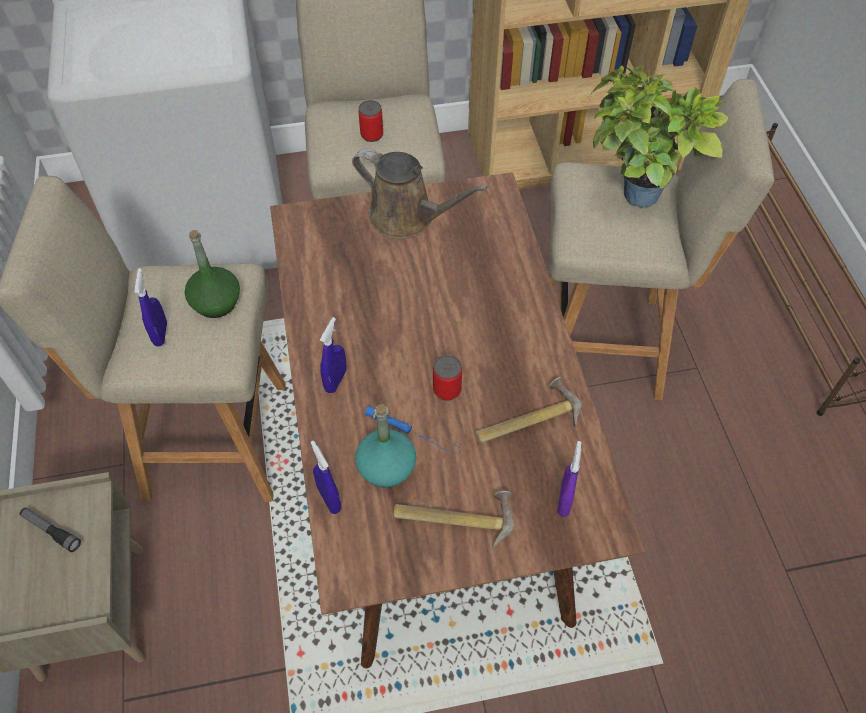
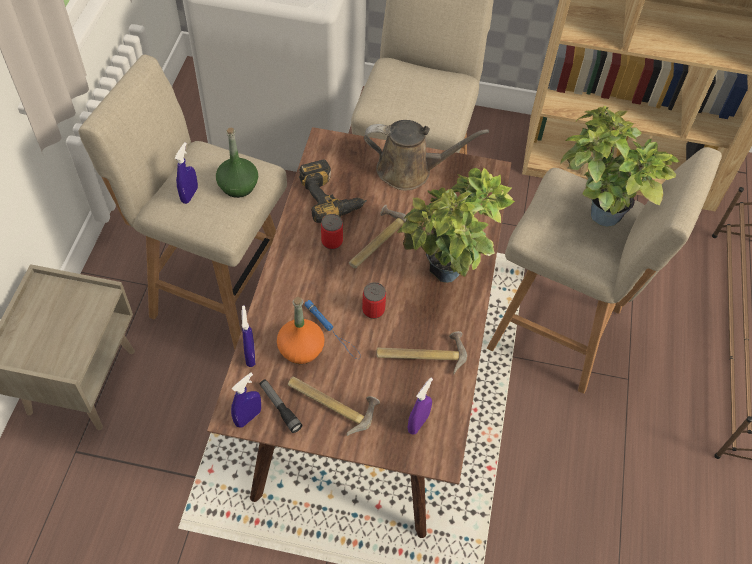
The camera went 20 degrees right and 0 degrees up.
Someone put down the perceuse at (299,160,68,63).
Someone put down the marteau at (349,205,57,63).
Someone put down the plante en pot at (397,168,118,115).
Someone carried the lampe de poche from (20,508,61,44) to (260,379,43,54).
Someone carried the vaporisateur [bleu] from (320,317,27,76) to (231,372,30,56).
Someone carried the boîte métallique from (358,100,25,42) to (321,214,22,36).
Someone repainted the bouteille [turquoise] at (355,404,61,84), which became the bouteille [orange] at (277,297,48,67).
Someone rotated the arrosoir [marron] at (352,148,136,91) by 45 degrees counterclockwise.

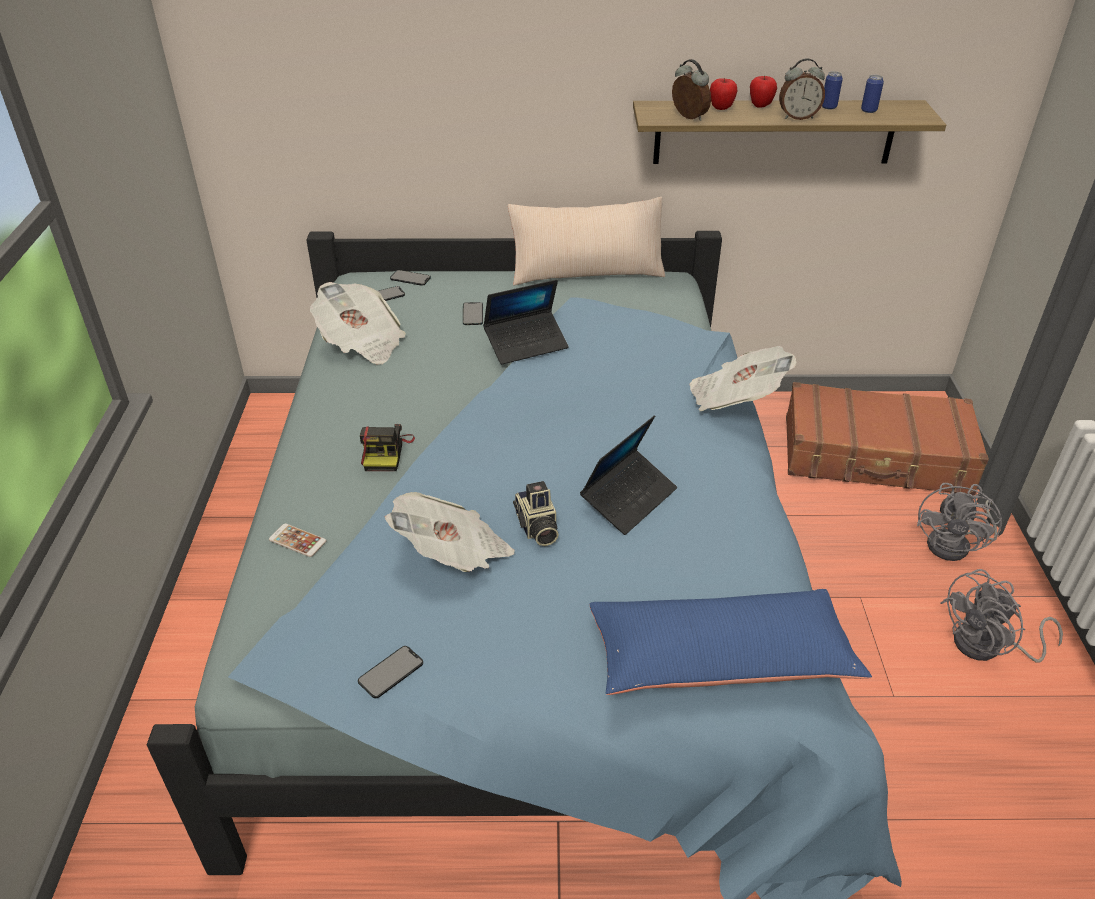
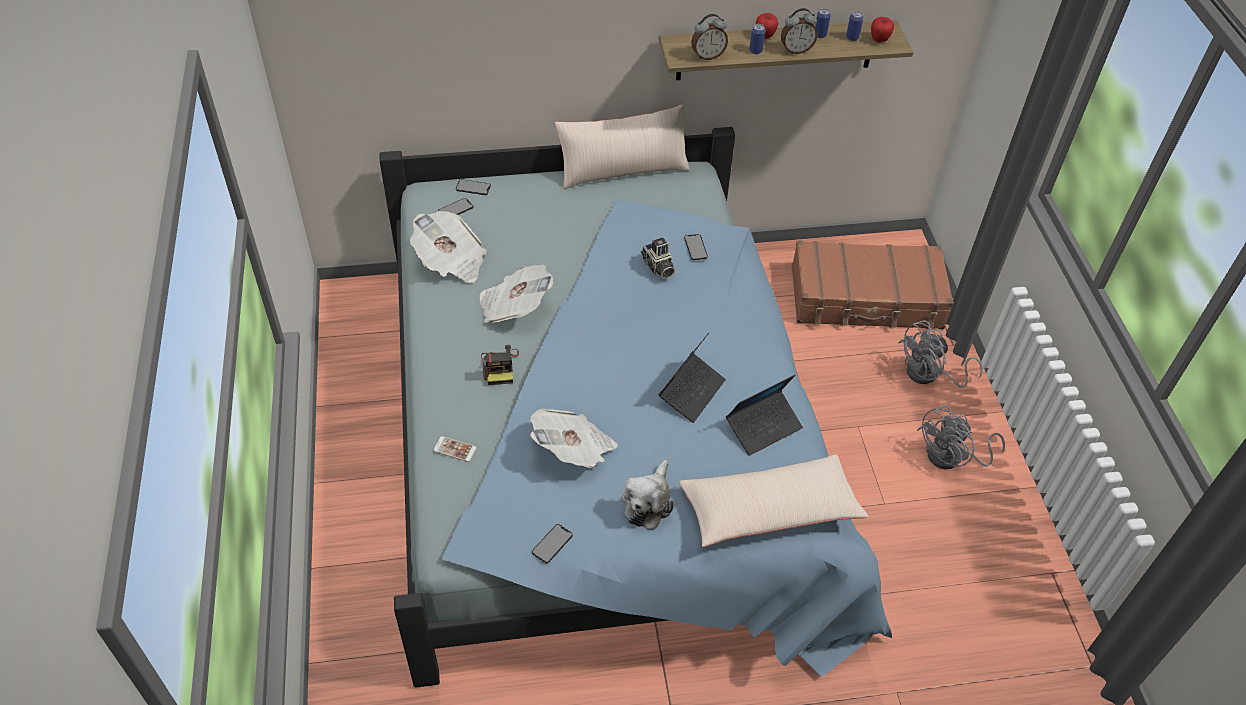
The camera went 10 degrees left and 10 degrees up.
Someone put down the peluche at (622,460,52,70).
Someone put down the boîte métallique at (749,24,17,30).
Someone carried the téléphone from (463,302,20,23) to (684,234,24,26).
Someone carried the ordinateur portable from (483,279,86,86) to (726,375,77,81).
Someone carried the appareil photo from (513,481,46,65) to (641,237,34,42).
Someone carried the journal from (689,346,107,65) to (479,265,74,58).
Someone carried the pomme from (710,78,28,32) to (871,17,23,25).
Someone repainted the coussin [bleu] at (589,589,283,106), which became the coussin [beige] at (679,455,190,92).
Someone rotated the réveil at (672,59,39,62) by 120 degrees clockwise.
Someone rotated the ventilateur [gris] at (917,483,85,78) by 45 degrees clockwise.

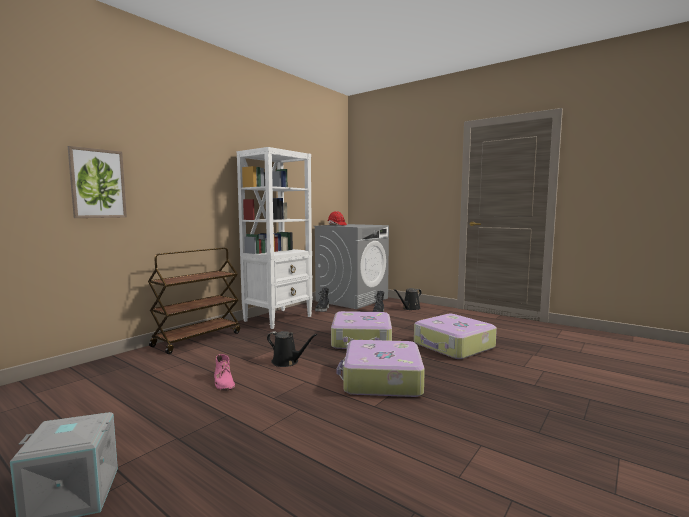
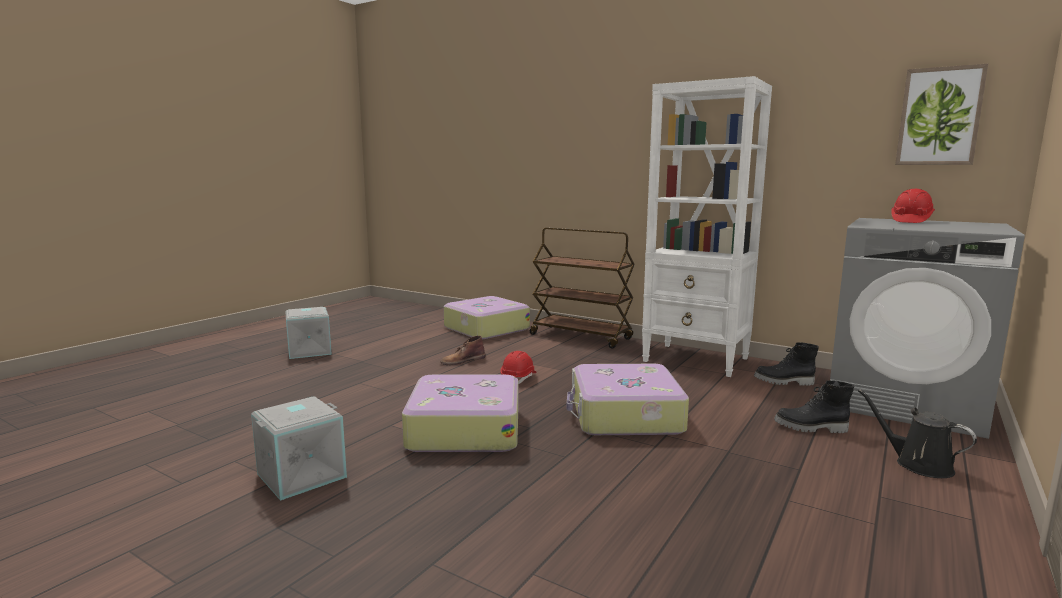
The camera went 85 degrees right and 5 degrees up.
Someone put down the boîte de rangement [gris] at (251,396,96,105).
Someone carried the tableau from (68,146,59,72) to (895,64,93,101).
Someone carried the valise from (414,314,83,45) to (444,296,86,44).
Someone swapped the arrosoir [noir] at (267,331,50,36) for the casque de chantier [rouge] at (500,351,37,33).
Someone repainted the botte [rose] at (214,354,21,37), which became the botte [marron] at (440,336,46,29).

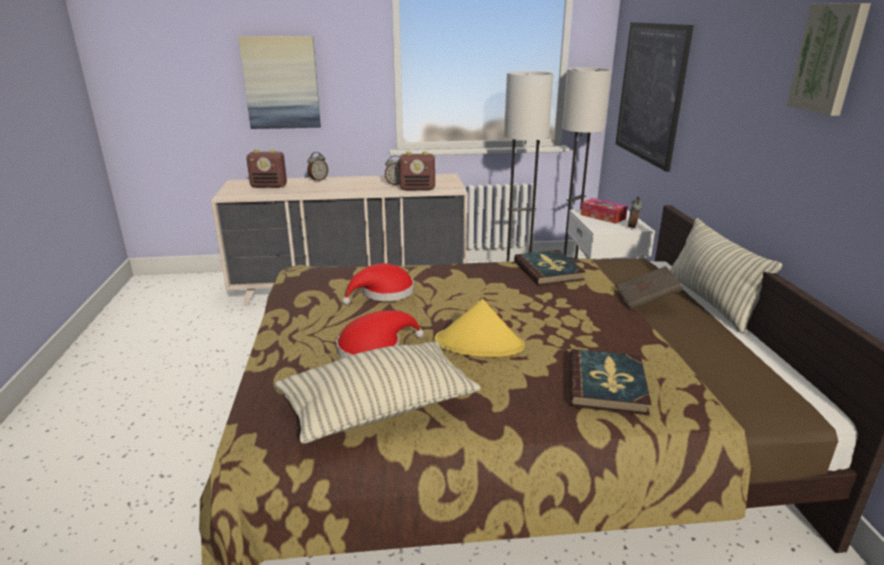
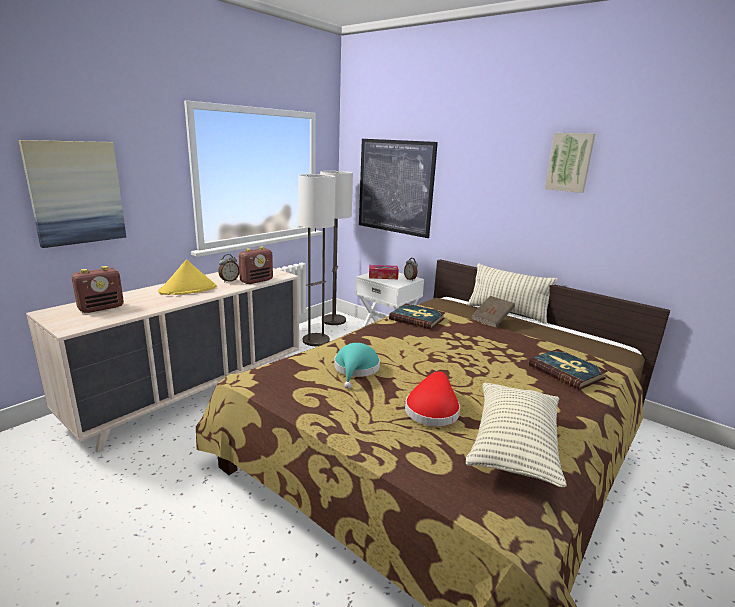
The camera went 45 degrees left and 5 degrees down.
Someone took away the réveil at (307,152,21,30).
Someone carried the chapeau [jaune] from (434,299,91,58) to (158,259,59,36).
Someone repainted the chapeau [rouge] at (342,263,72,42), which became the chapeau [turquoise] at (334,343,46,46).

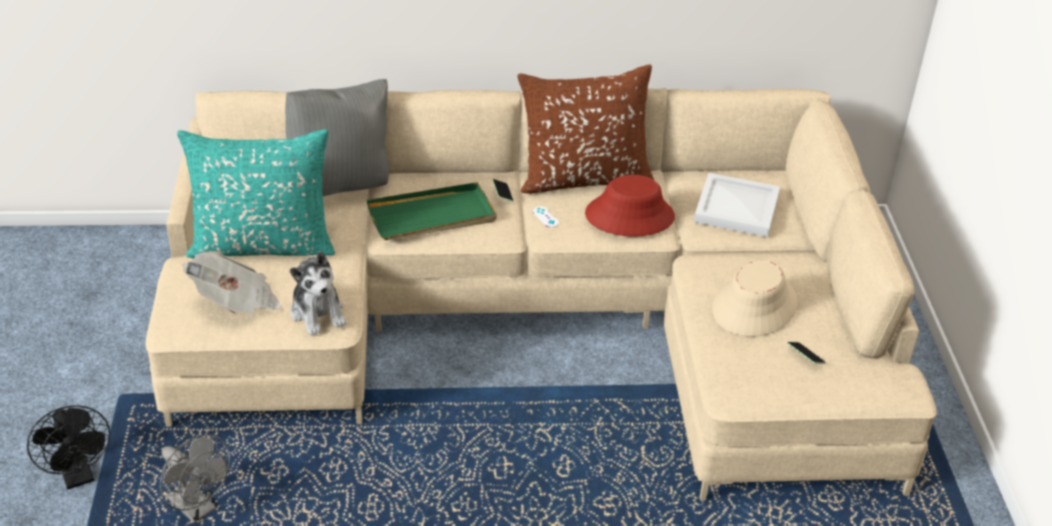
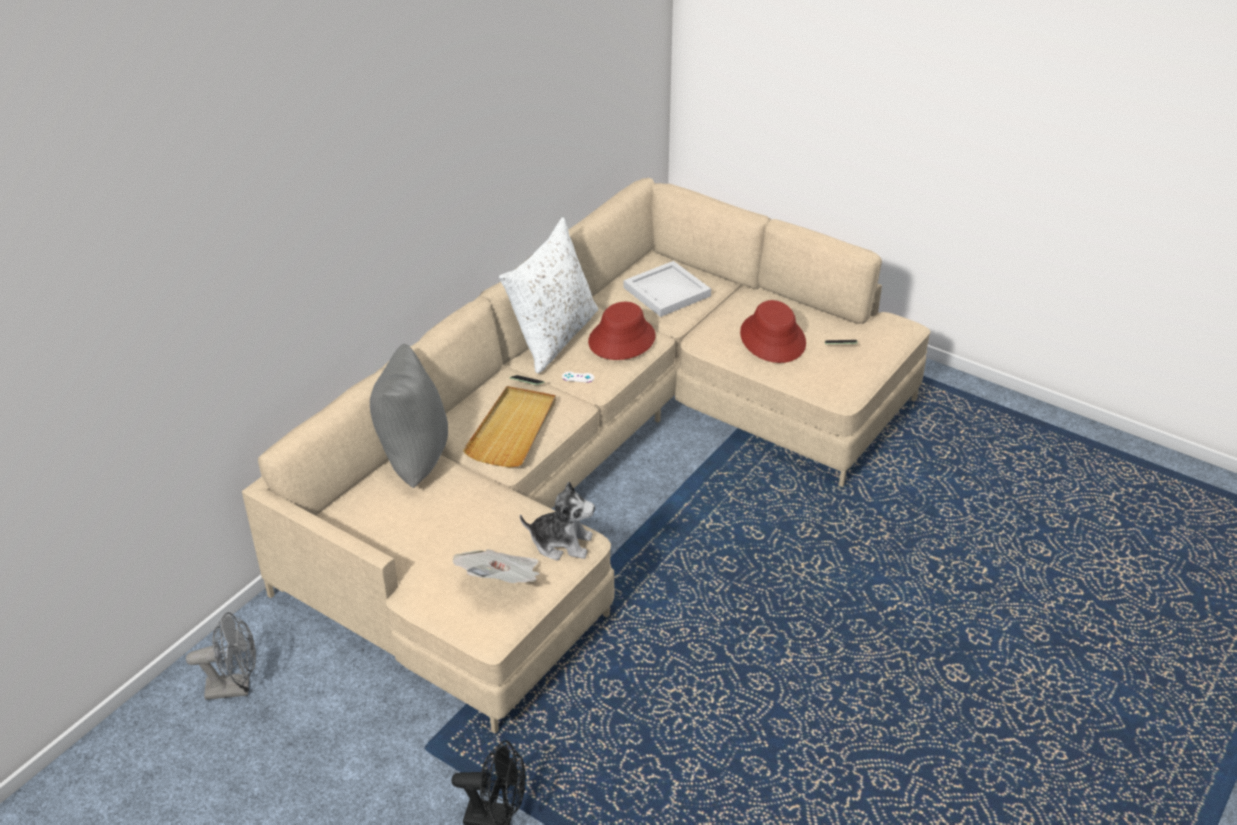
The camera went 50 degrees left and 0 degrees up.
Someone took away the coussin [turquoise] at (177,129,158,130).
Someone carried the ventilateur [gris] from (160,434,70,89) to (186,612,70,88).
Someone repainted the plateau [vert] at (367,182,130,59), which became the plateau [beige] at (463,386,93,82).
Someone repainted the coussin [marron] at (517,64,137,130), which became the coussin [blanc] at (499,217,99,156).
Someone repainted the chapeau [beige] at (712,260,86,77), which became the chapeau [rouge] at (740,300,66,63).

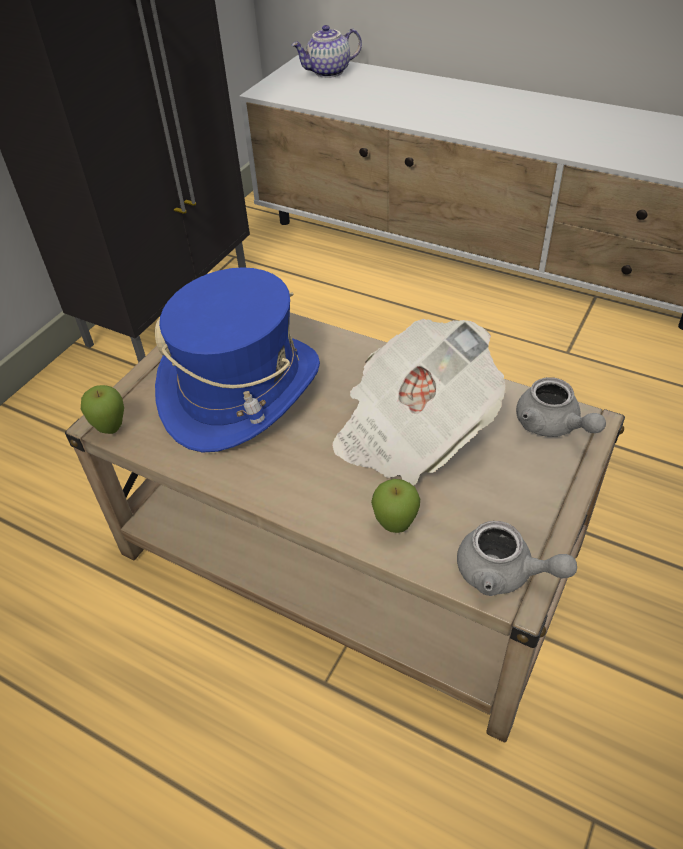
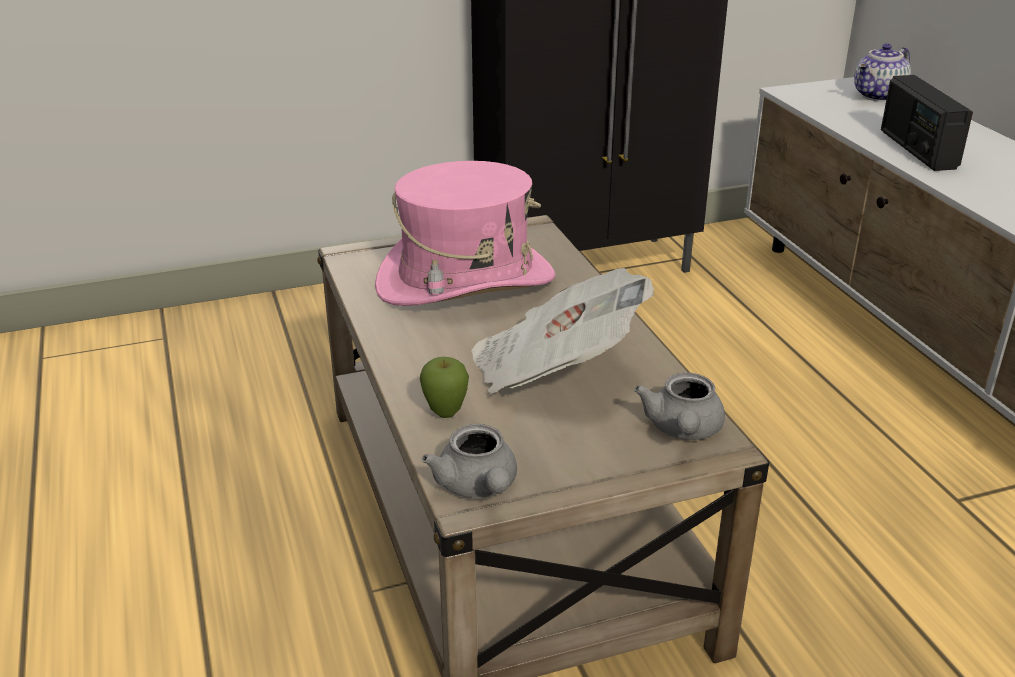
The camera went 40 degrees right and 15 degrees down.
Someone took away the pomme at (81,385,43,49).
Someone put down the radio at (881,75,92,96).
Someone repainted the chapeau [bleu] at (155,267,165,186), which became the chapeau [rose] at (375,161,180,145).
Someone rotated the théière at (291,25,71,53) by 60 degrees counterclockwise.

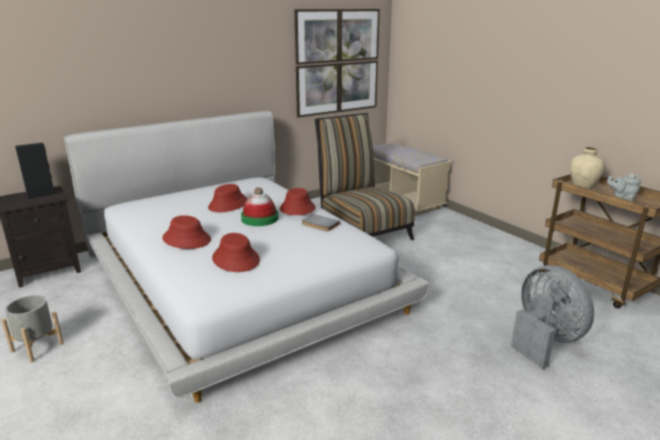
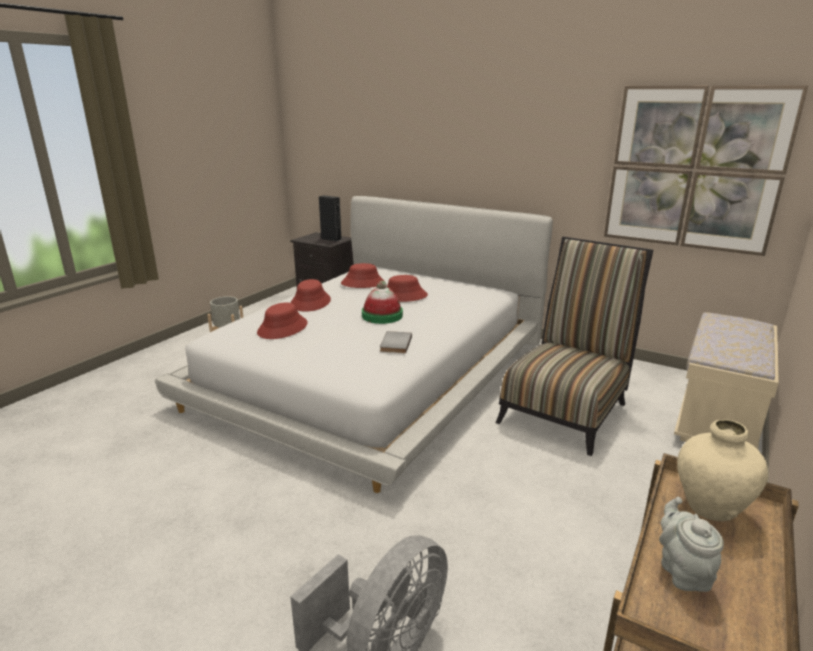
The camera went 65 degrees right and 0 degrees up.
Someone carried the chapeau [rouge] from (280,188,36,27) to (341,263,44,25).

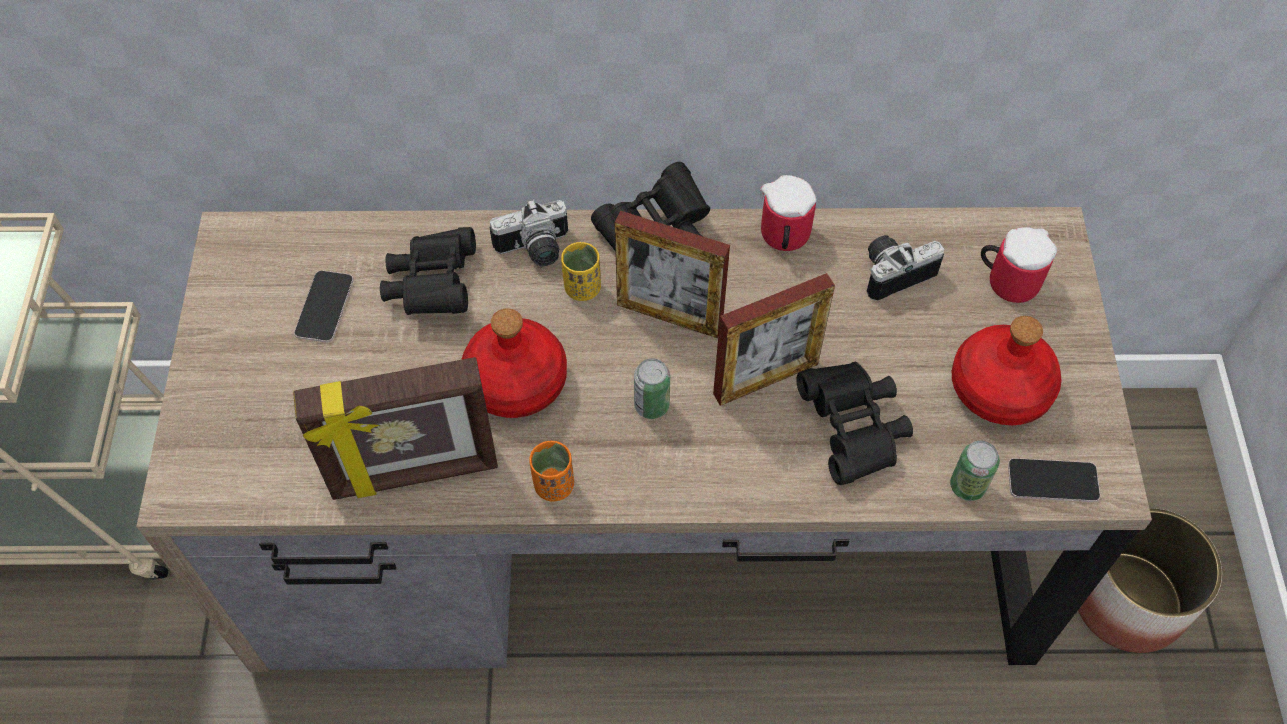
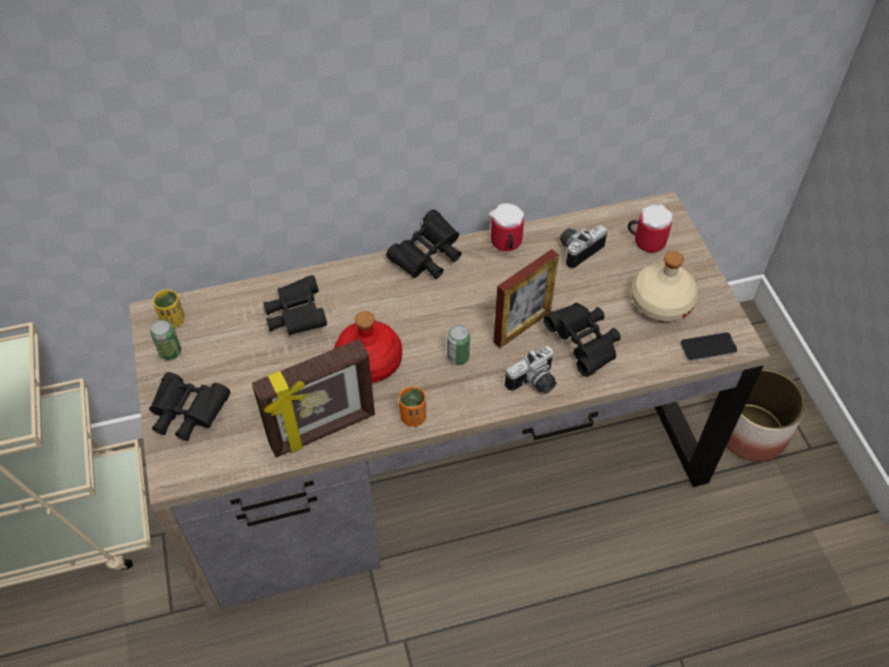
The camera went 15 degrees left and 5 degrees down.
Someone took away the téléphone at (294,270,60,73).
Someone took away the cadre photo at (615,211,115,127).
Someone put down the jumelles [noir] at (149,372,81,69).
Someone carried the appareil photo from (489,199,79,67) to (505,346,51,48).
Someone carried the tasse [jaune] from (561,242,40,59) to (153,290,32,38).
Someone carried the boîte métallique from (950,441,50,60) to (150,320,31,40).
Someone repainted the bouteille [rouge] at (952,316,109,109), which became the bouteille [beige] at (631,251,67,71).

